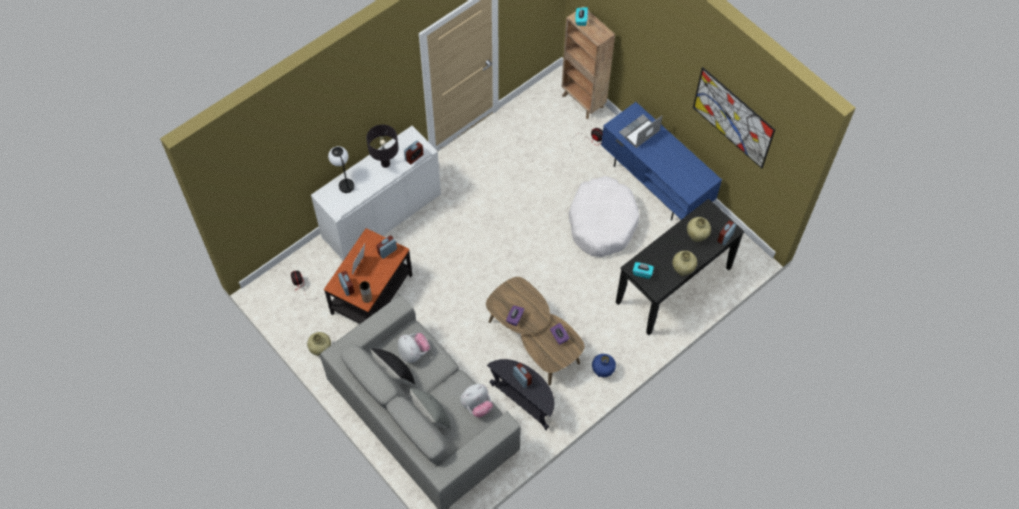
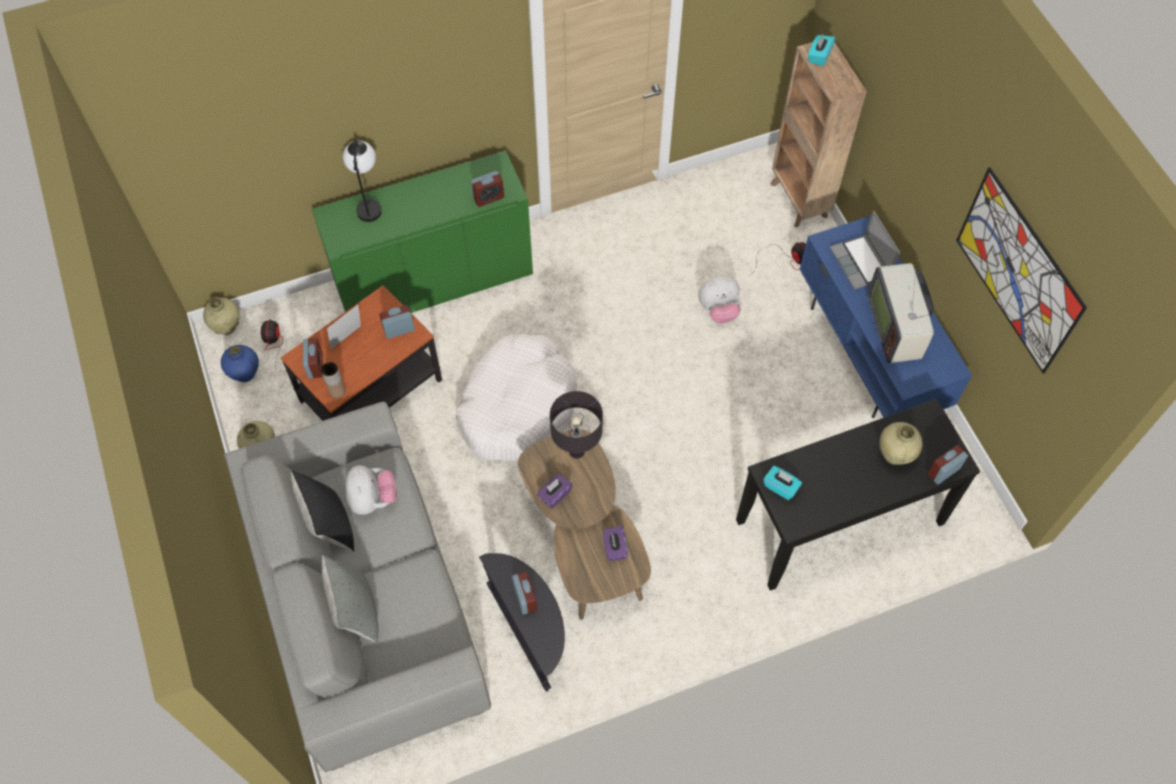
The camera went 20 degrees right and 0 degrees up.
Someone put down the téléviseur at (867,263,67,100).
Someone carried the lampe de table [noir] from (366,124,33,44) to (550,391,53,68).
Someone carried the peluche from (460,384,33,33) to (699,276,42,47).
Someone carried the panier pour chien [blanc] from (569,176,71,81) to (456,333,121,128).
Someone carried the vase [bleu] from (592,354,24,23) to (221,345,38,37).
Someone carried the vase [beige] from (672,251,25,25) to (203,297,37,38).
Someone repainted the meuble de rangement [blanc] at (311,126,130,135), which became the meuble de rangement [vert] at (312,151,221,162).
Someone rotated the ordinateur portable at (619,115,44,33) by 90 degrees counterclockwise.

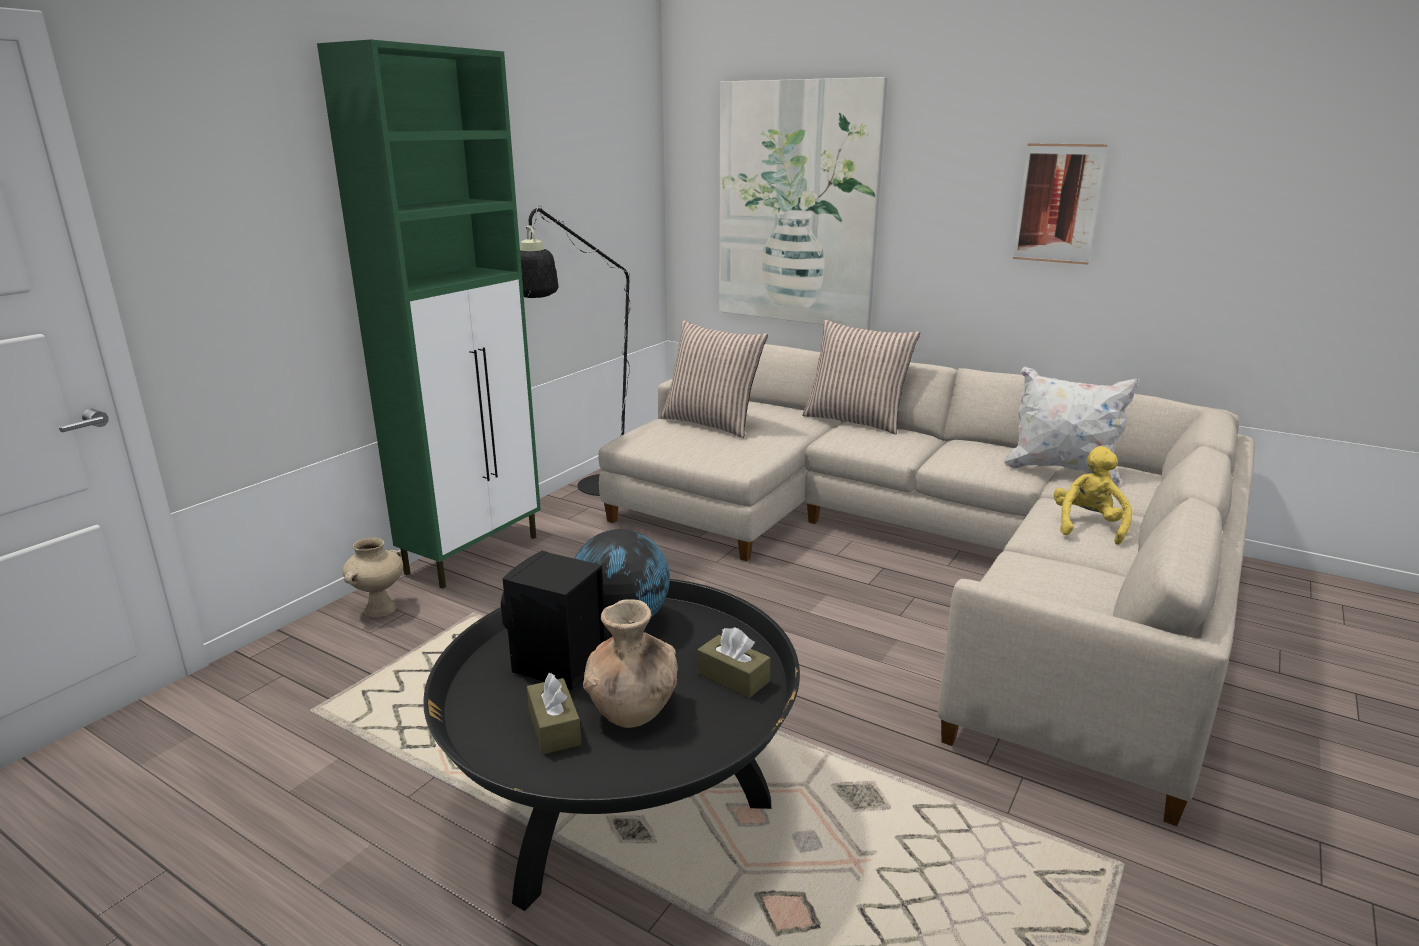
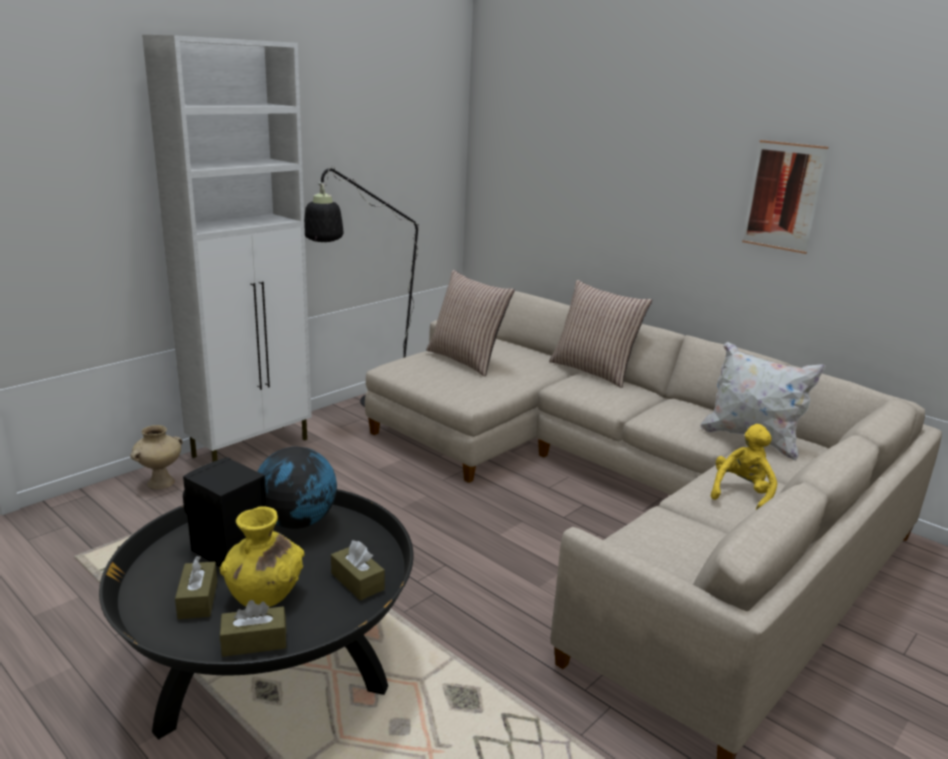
The camera went 10 degrees right and 0 degrees up.
Someone took away the tableau at (719,77,169,253).
Someone put down the boîte à mouchoirs [marron] at (220,600,67,57).
Someone repainted the meuble de rangement [vert] at (317,39,224,550), which became the meuble de rangement [blanc] at (142,35,170,427).
Someone repainted the vase [marron] at (583,599,95,129), which became the vase [jaune] at (220,506,84,101).

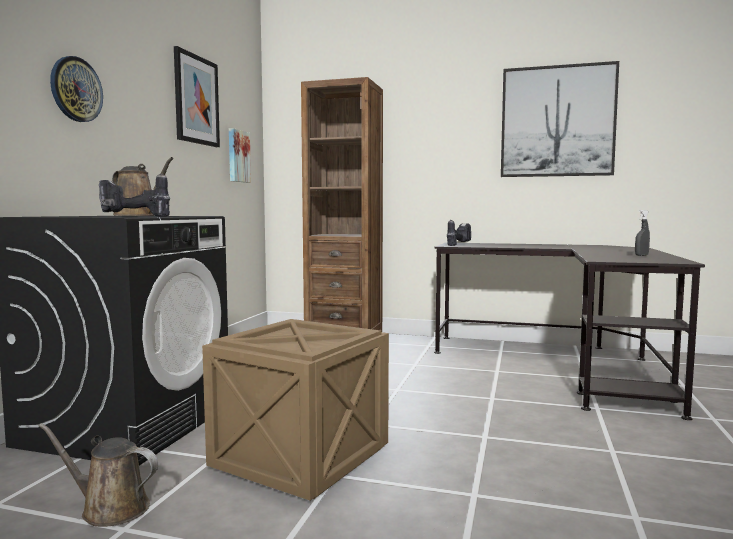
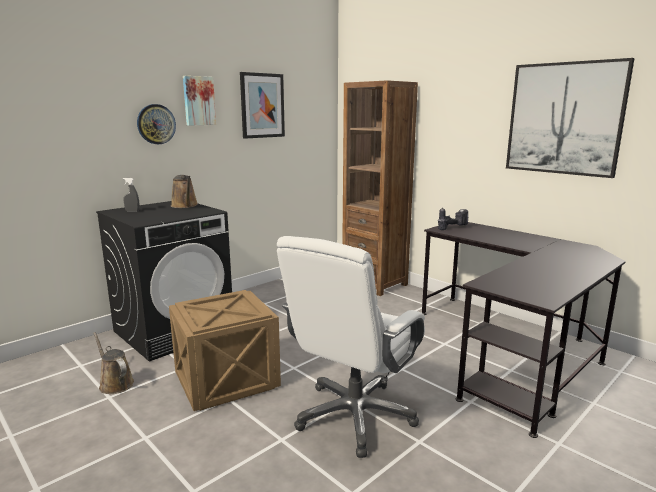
The camera went 30 degrees right and 10 degrees up.
Someone took away the perceuse at (99,173,71,44).
Someone put down the chaise de bureau [blanc] at (277,236,148,222).
Someone carried the tableau from (229,128,22,55) to (183,76,33,50).
Someone carried the vaporisateur [gris] from (635,210,15,46) to (123,178,17,34).

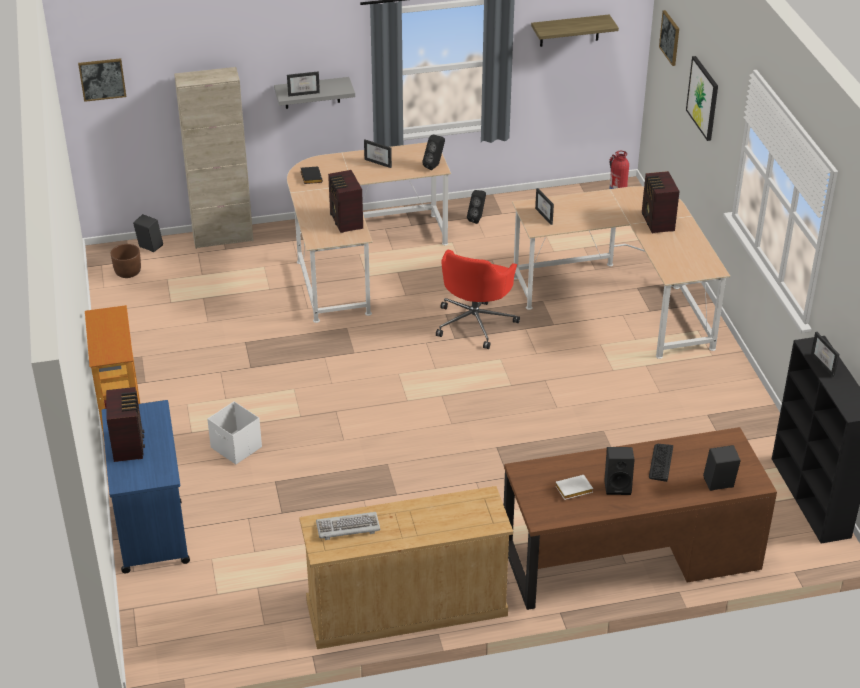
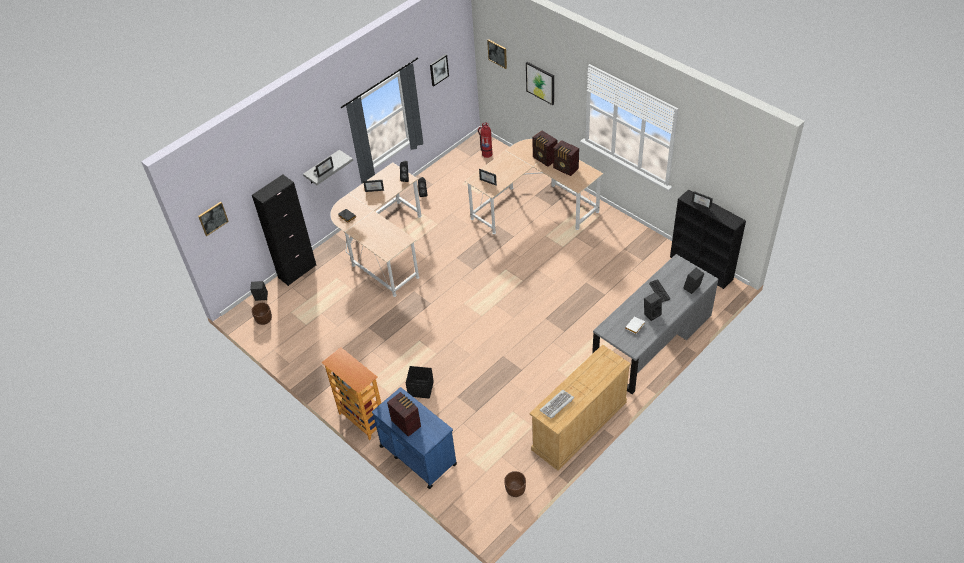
The camera went 30 degrees left and 10 degrees up.
Someone took away the chaise de bureau [rouge] at (436,250,84,99).
Someone put down the cache-pot [marron] at (504,471,22,26).
Someone carried the radio from (328,170,35,63) to (553,140,26,36).
Someone swapped the étagère at (531,14,88,33) for the tableau at (430,54,19,33).
Someone repainted the meuble de rangement [beige] at (174,67,80,182), which became the meuble de rangement [noir] at (252,175,65,111).
Someone repainted the boîte de rangement [blanc] at (207,401,55,63), which became the boîte de rangement [noir] at (406,366,28,33).
Someone repainted the bureau [marron] at (504,427,273,183), which became the bureau [gris] at (592,254,126,140).

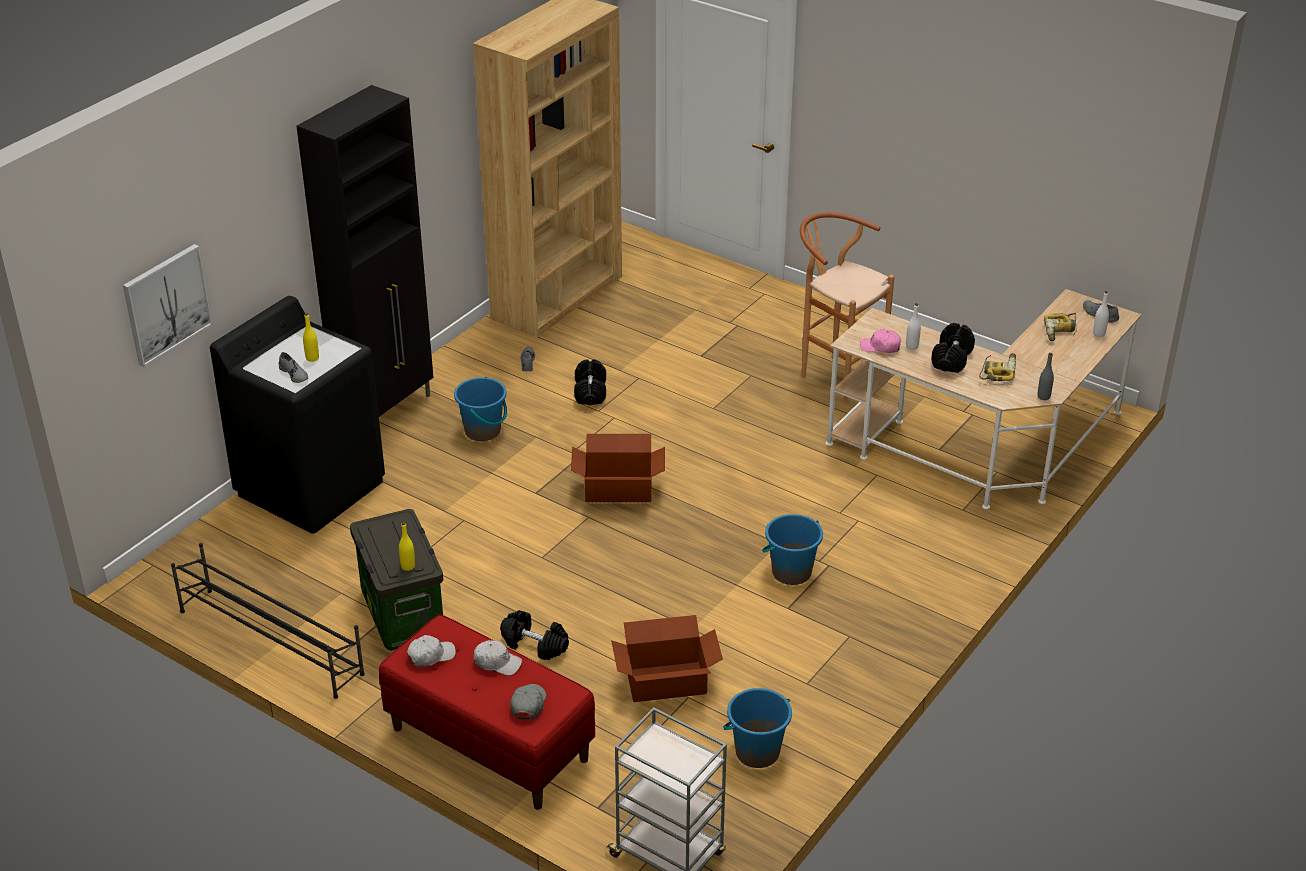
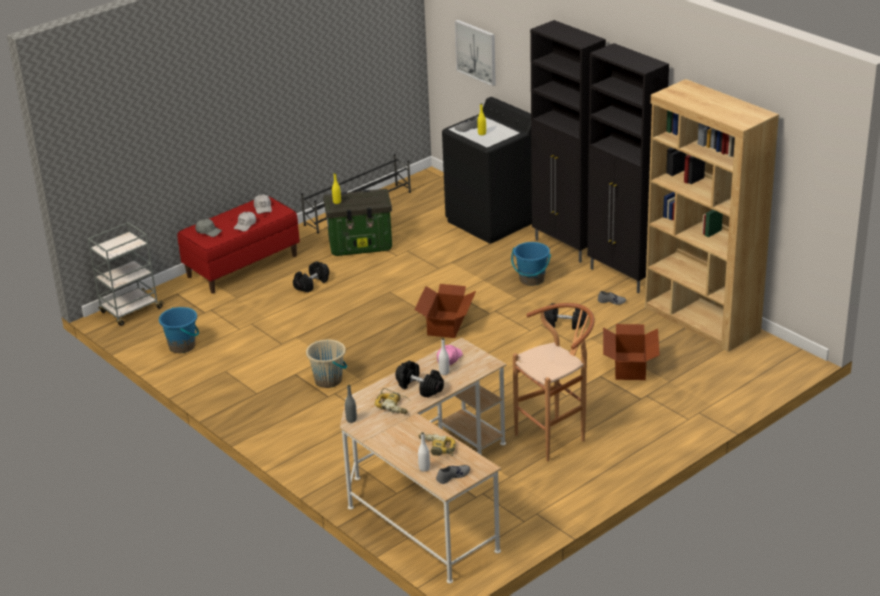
The camera went 105 degrees right and 5 degrees down.
Someone put down the meuble de rangement [noir] at (587,43,82,250).
Someone carried the carton from (611,615,112,87) to (603,324,57,56).
Someone repainted the seau [bleu] at (762,514,61,71), which became the seau [beige] at (306,340,41,48).

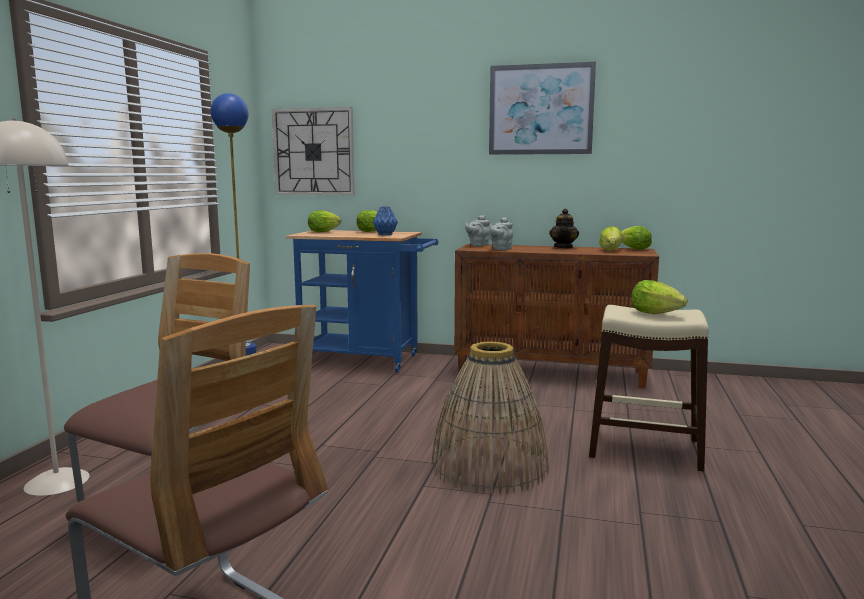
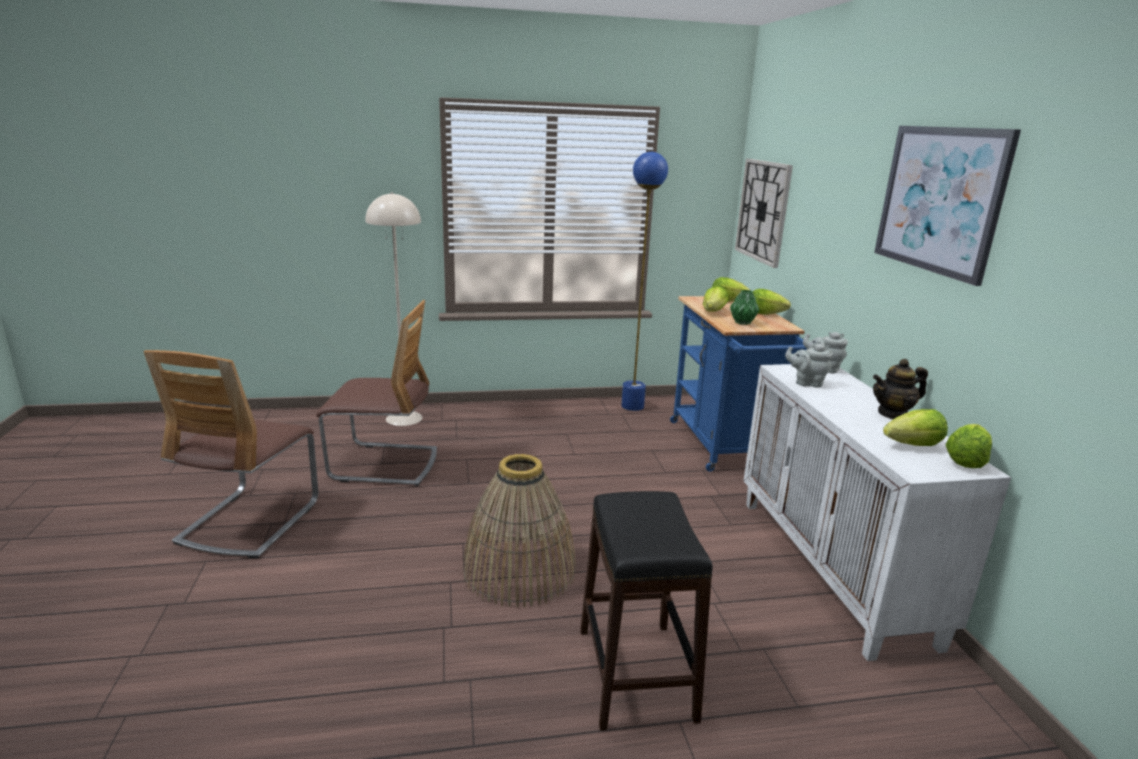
The camera went 65 degrees right and 10 degrees up.
Someone carried the laitue from (631,280,56,34) to (703,286,25,26).
Someone repainted the vase [bleu] at (373,206,25,30), which became the vase [vert] at (730,290,29,35).
Someone repainted the meuble de rangement [marron] at (454,244,205,144), which became the meuble de rangement [blanc] at (743,364,268,297).
Someone repainted the tabouret [beige] at (589,305,120,167), which became the tabouret [noir] at (580,491,133,240).

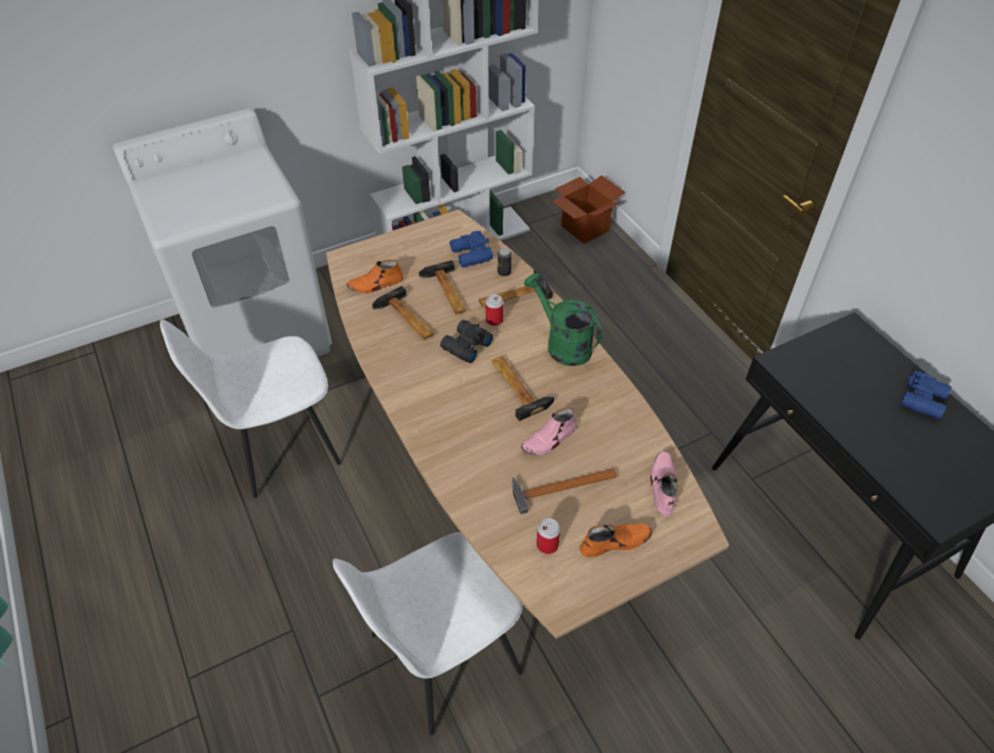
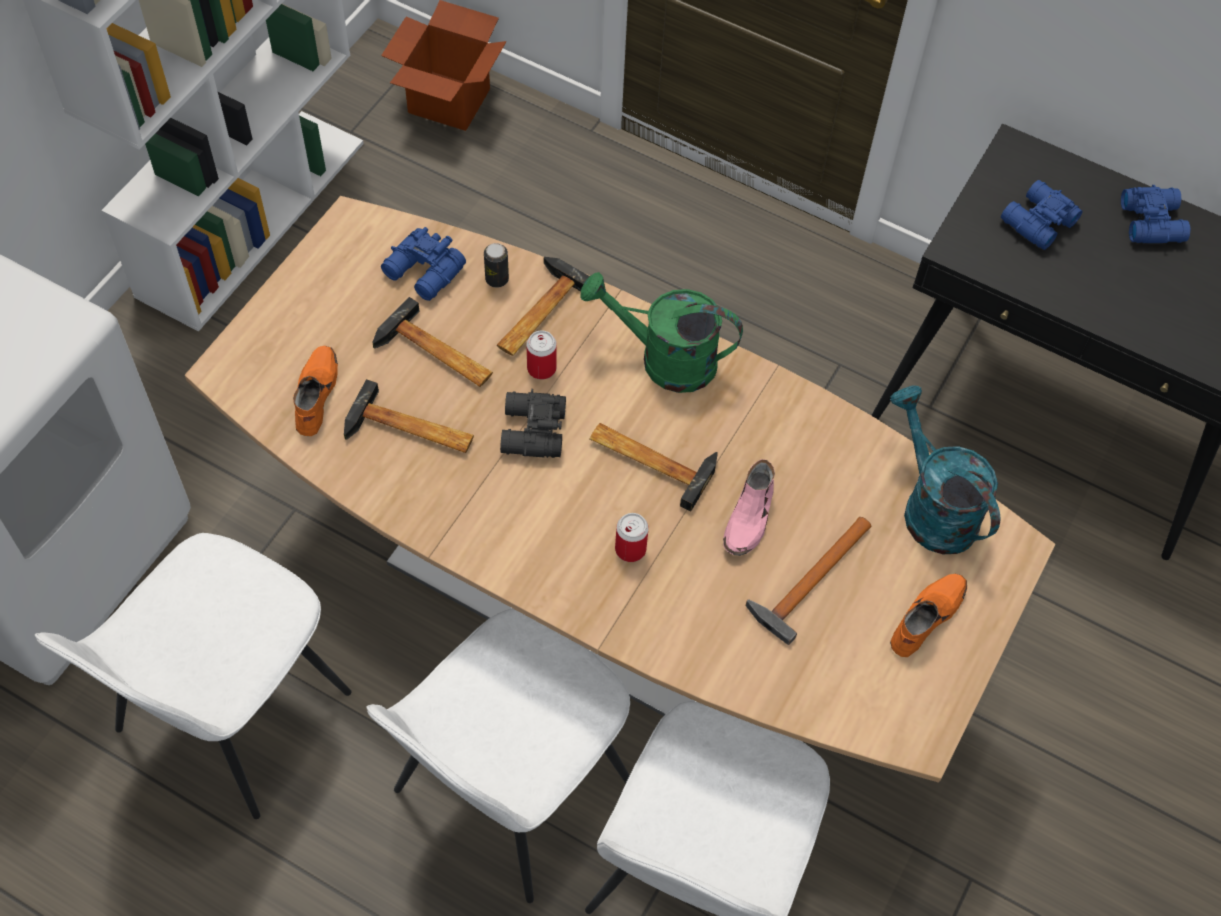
The camera went 35 degrees left and 10 degrees up.
Someone put down the chaise [blanc] at (366,609,264,294).
Someone put down the jumelles [bleu] at (1001,180,82,70).
Someone carried the boîte métallique from (537,518,23,36) to (615,513,34,49).
Someone swapped the chaussure [rose] at (650,452,28,64) for the arrosoir [turquoise] at (890,385,110,169).
Someone rotated the chaussure [orange] at (346,259,57,34) by 150 degrees clockwise.

